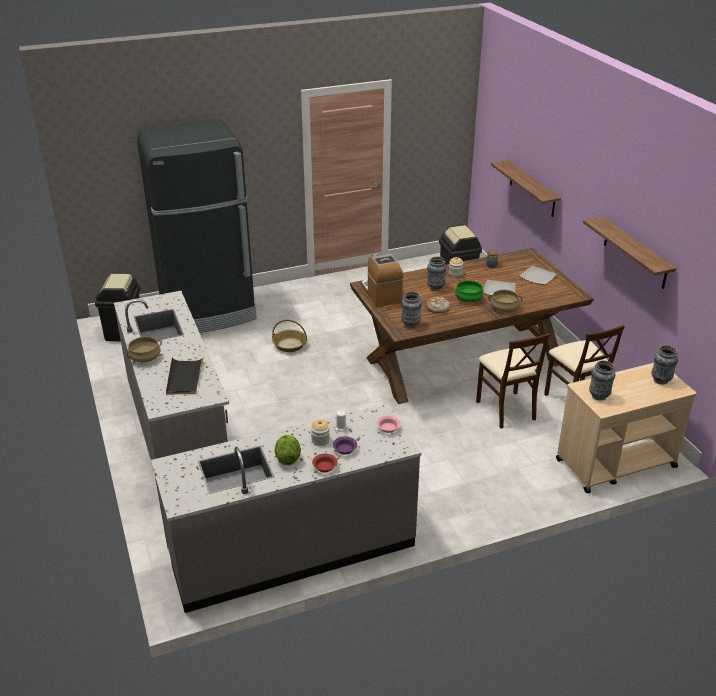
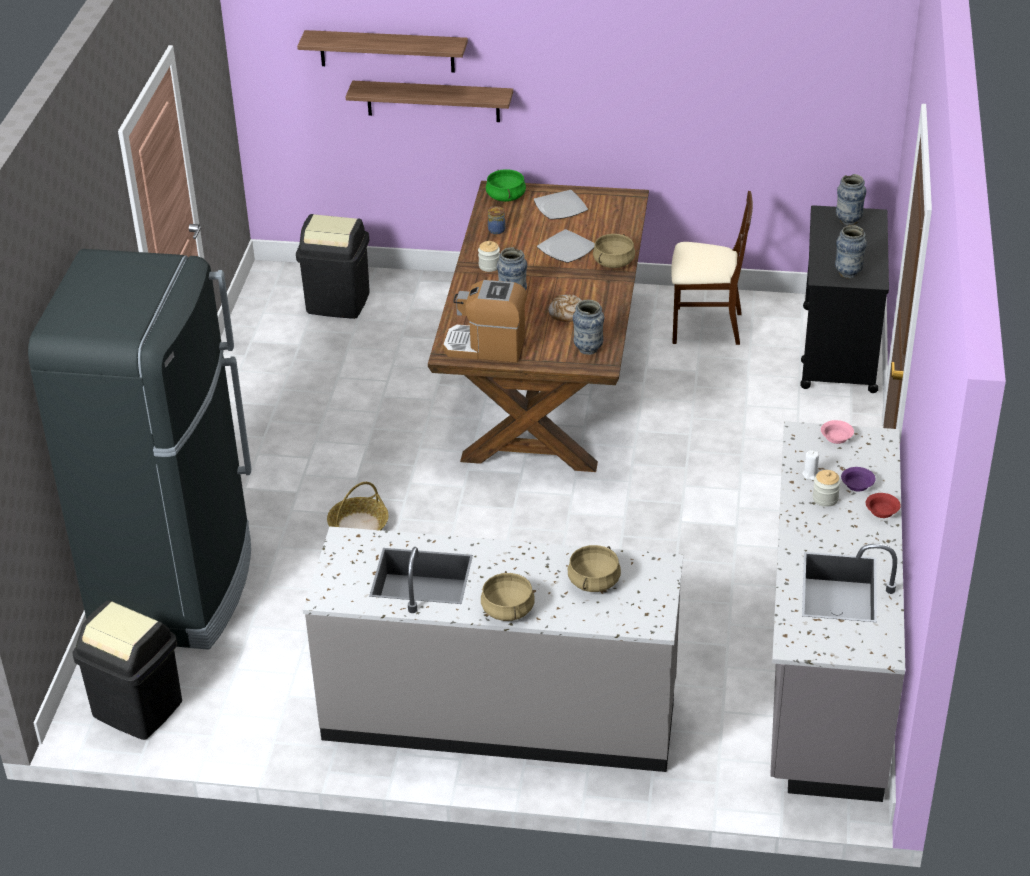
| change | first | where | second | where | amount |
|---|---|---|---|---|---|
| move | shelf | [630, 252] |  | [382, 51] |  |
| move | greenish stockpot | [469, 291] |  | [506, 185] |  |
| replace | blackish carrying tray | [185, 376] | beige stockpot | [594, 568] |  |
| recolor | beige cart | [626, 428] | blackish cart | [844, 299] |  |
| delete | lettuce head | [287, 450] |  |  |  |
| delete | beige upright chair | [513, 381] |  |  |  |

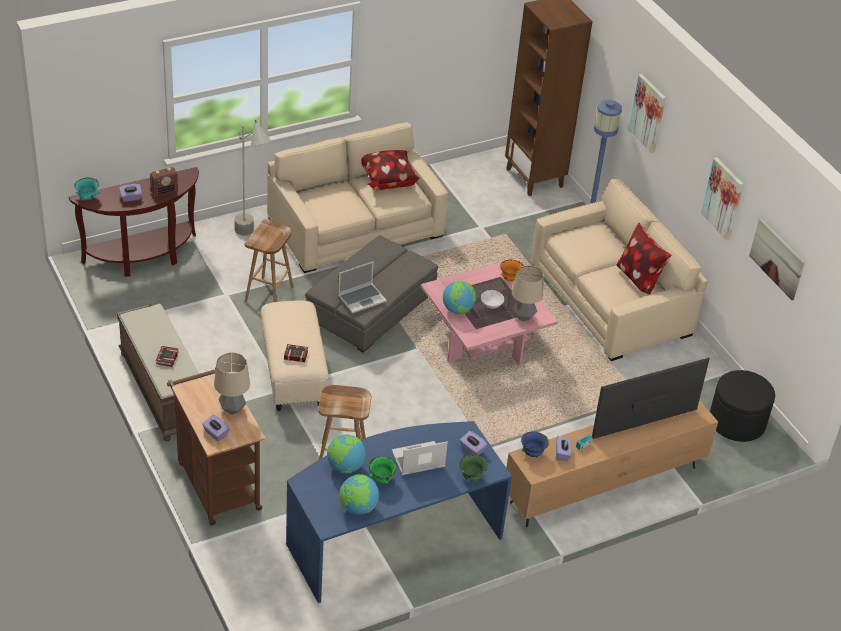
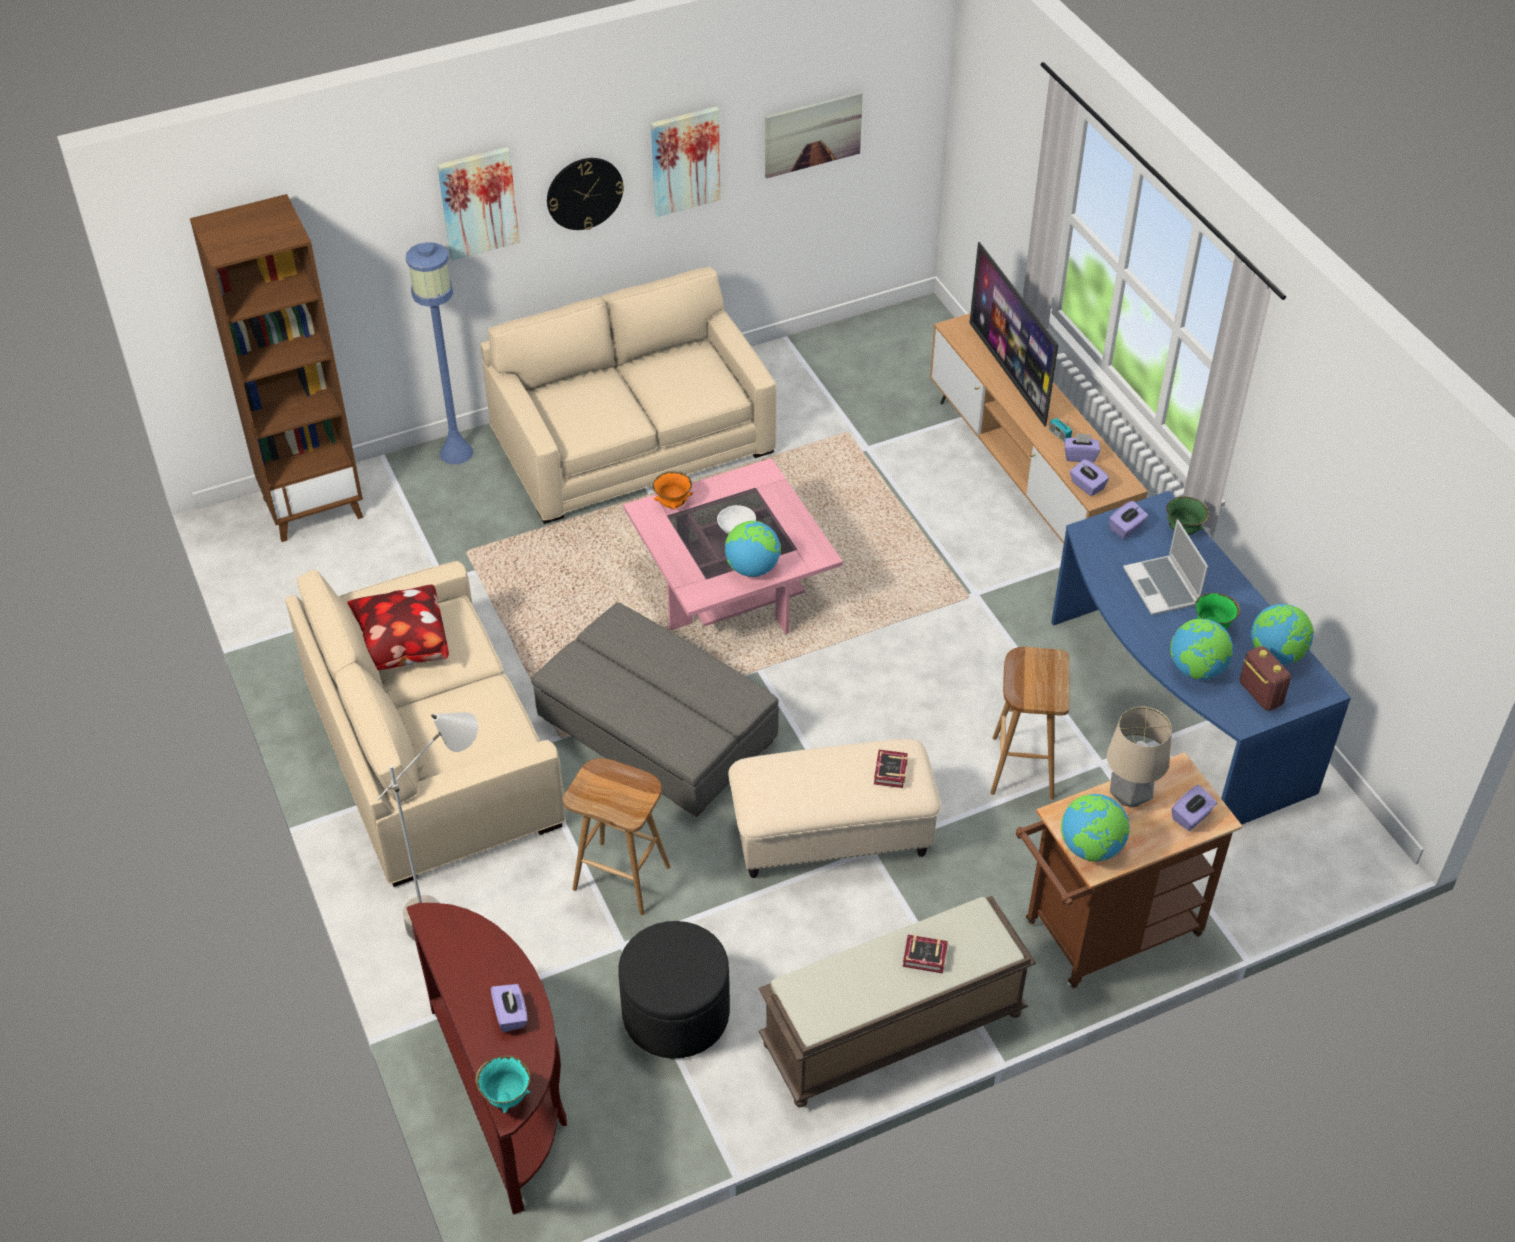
| change | first | where | second | where | amount |
|---|---|---|---|---|---|
| insert |  |  | clock on the wall | [585, 194] |  |
| move | blackish ottoman | [742, 406] |  | [674, 990] |  |
| insert |  |  | desk globe | [1095, 827] |  |
| replace | blue-coloured deep dish | [535, 444] | purplish tissue box | [1089, 477] |  |
| move | radio set | [164, 182] |  | [1265, 678] |  |
| delete | portable computer | [362, 287] |  |  |  |
| delete | tabletop lamp | [528, 293] |  |  |  |
| delete | pillow | [643, 258] |  |  |  |

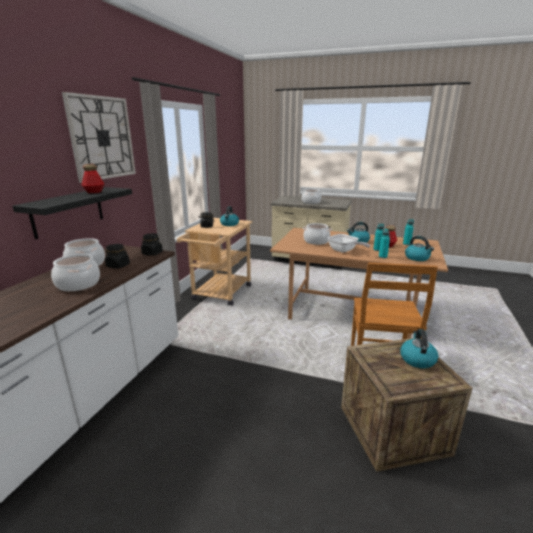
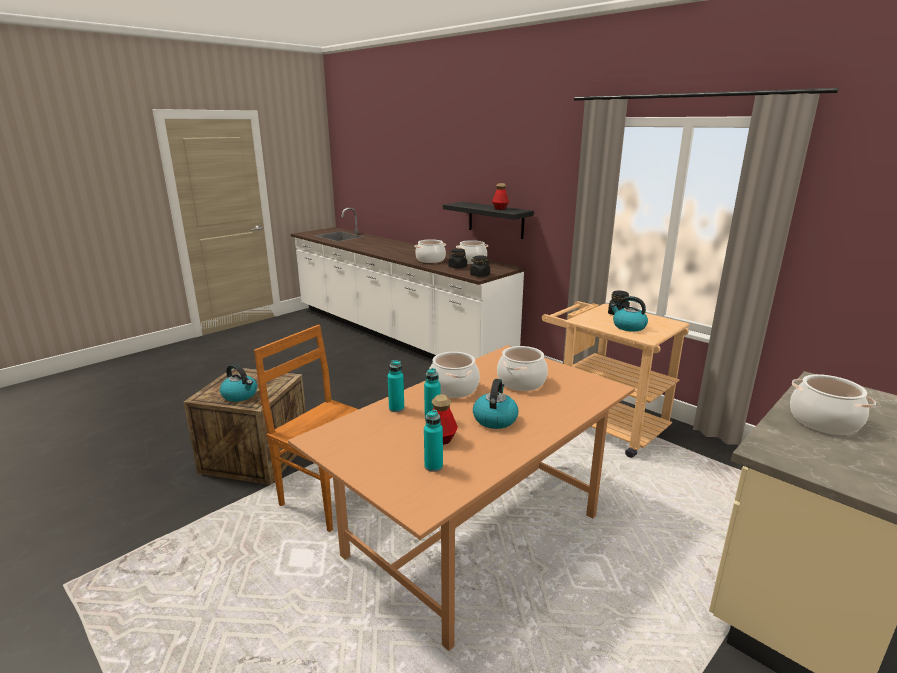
| change | first | where | second | where | amount |
|---|---|---|---|---|---|
| replace | pan | [349, 243] | stockpot | [454, 375] |  |
| delete | clock on the wall | [99, 137] |  |  |  |
| delete | water kettle | [419, 248] |  |  |  |

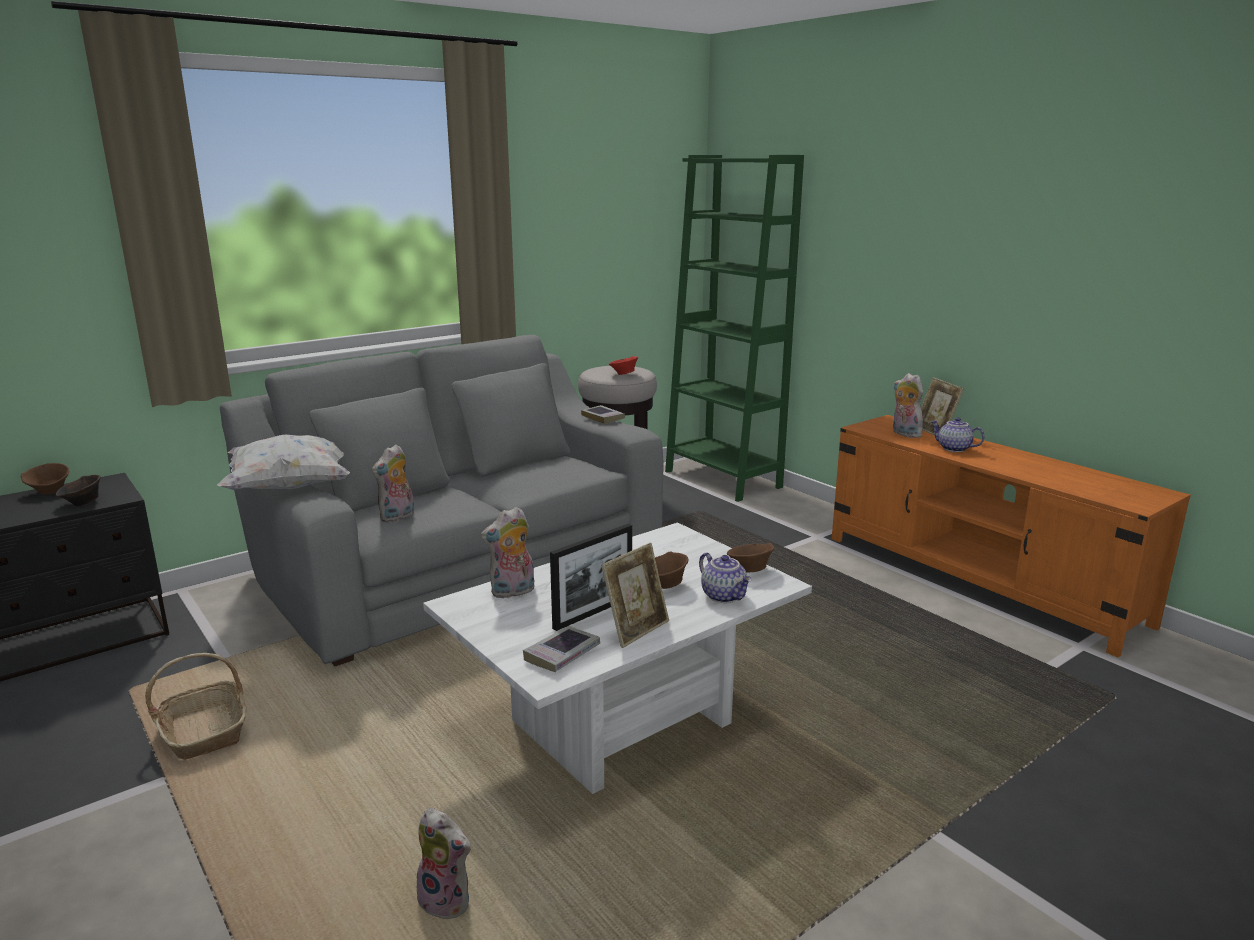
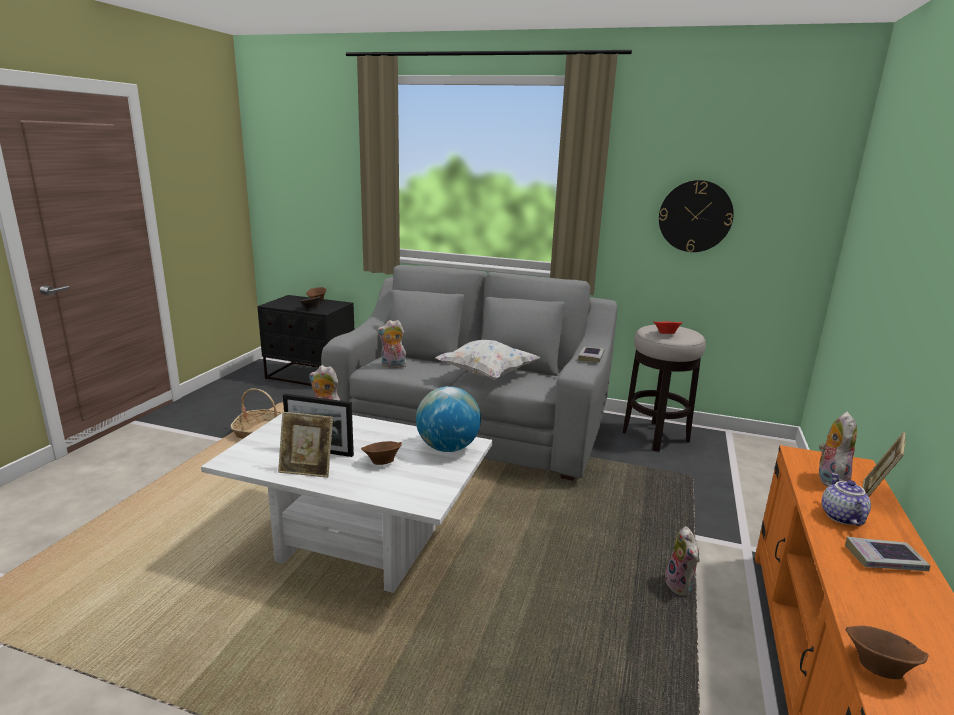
| change | first | where | second | where | amount |
|---|---|---|---|---|---|
| insert |  |  | desk globe | [448, 419] |  |
| move | white pillow | [283, 462] |  | [487, 360] |  |
| insert |  |  | clock on the wall | [696, 216] |  |
| move | plush toy | [444, 863] |  | [682, 561] |  |
| move | volume | [561, 649] |  | [887, 554] |  |
| move | brown deep dish | [751, 558] |  | [887, 652] |  |
| delete | greenish shelving unit | [734, 328] |  |  |  |
| delete | teapot | [725, 578] |  |  |  |

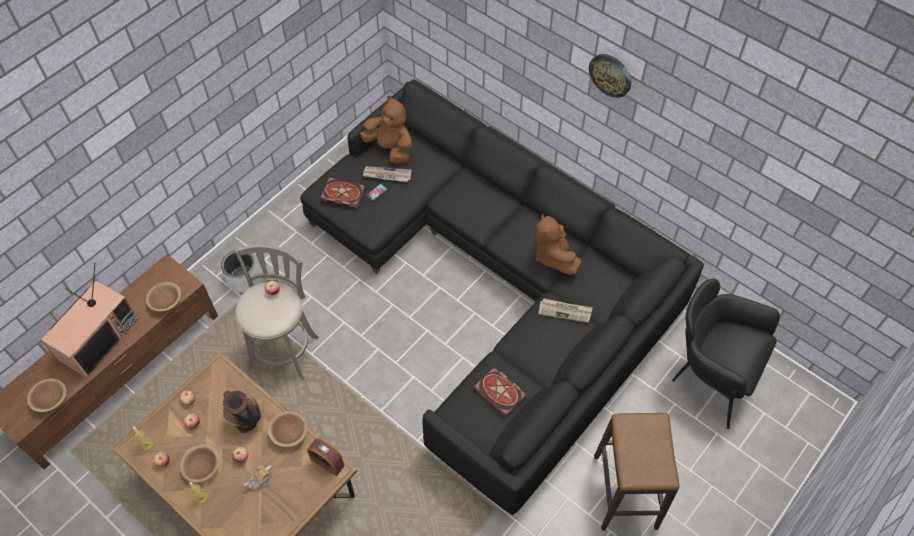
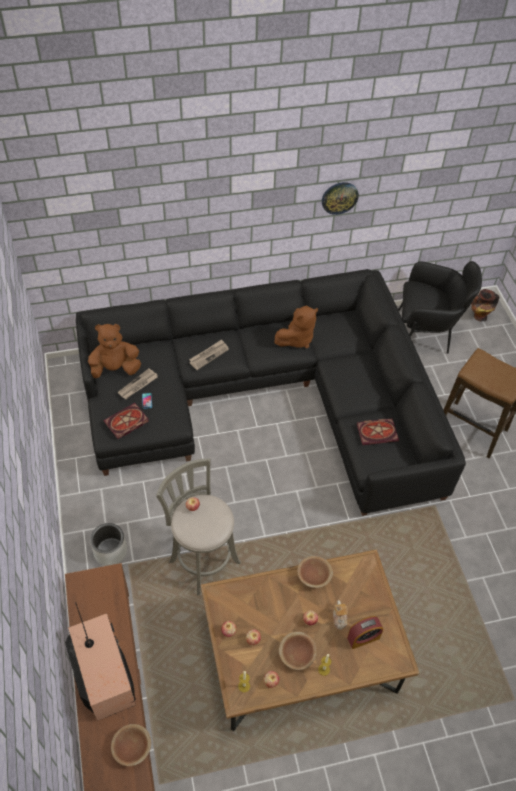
| change | first | where | second | where | amount |
|---|---|---|---|---|---|
| move | newspaper | [565, 310] |  | [209, 354] |  |
| rotate | brown plush toy | [558, 244] |  | [296, 327] | 60 degrees counterclockwise |
| move | clock on the wall | [610, 76] |  | [340, 198] |  |
| move | table clock | [325, 457] |  | [365, 632] |  |
| rotate | blackish armchair | [726, 354] |  | [440, 307] | 150 degrees counterclockwise |
| move | decorative vase | [241, 411] |  | [485, 305] |  |
| delete | brown deep dish | [163, 296] |  |  |  |

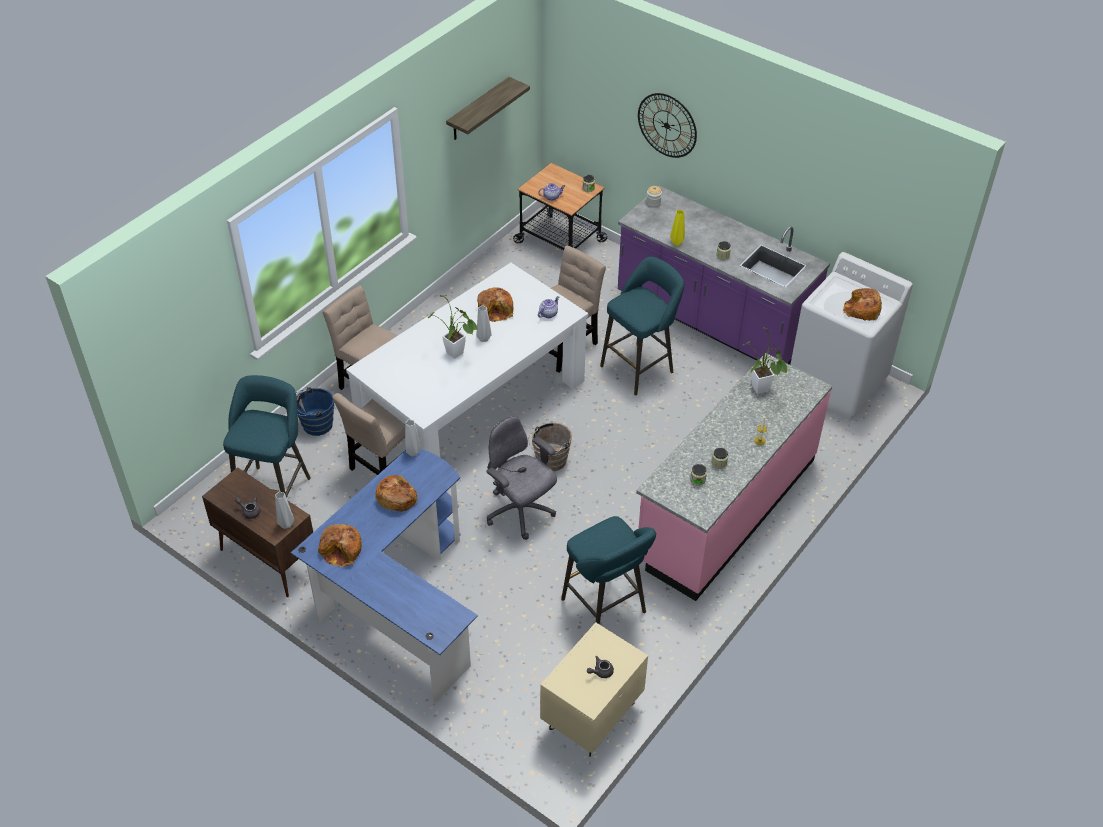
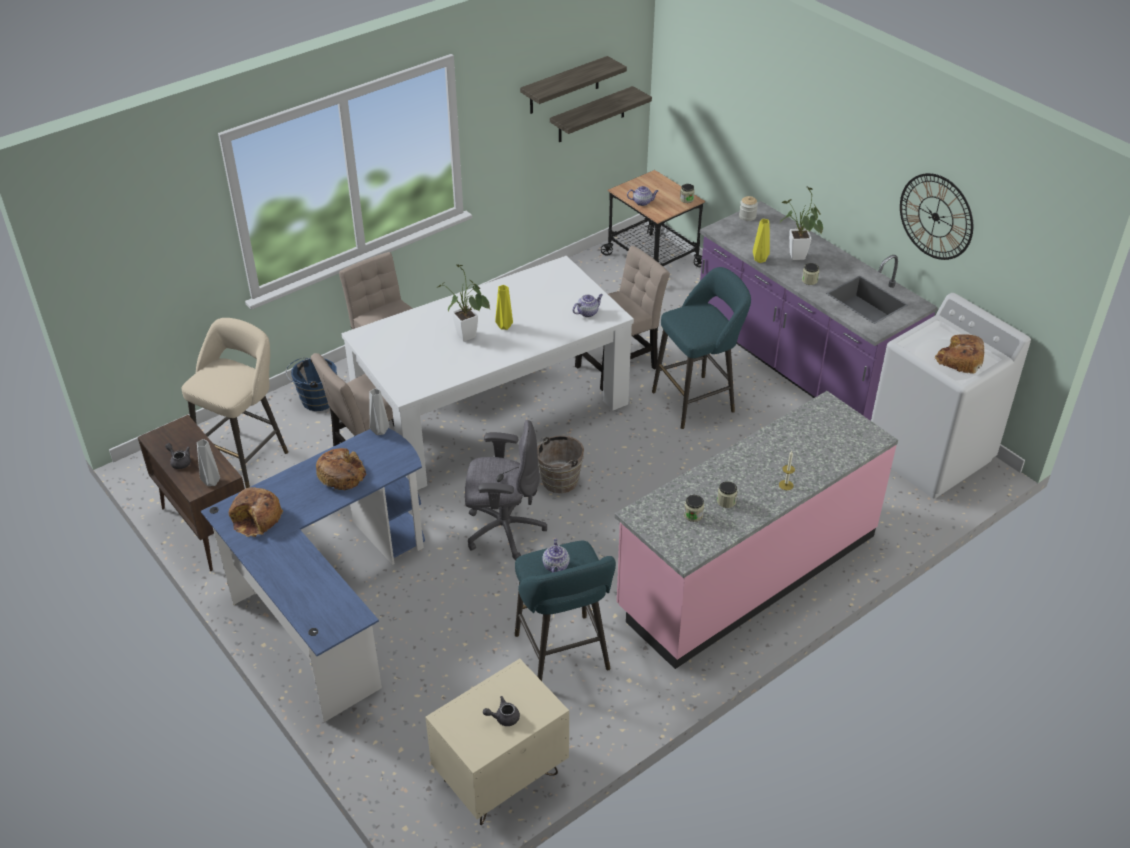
| change | first | where | second | where | amount |
|---|---|---|---|---|---|
| recolor | blue-green stool | [267, 436] | beige stool | [235, 403] |  |
| rotate | greyish desk chair | [521, 478] |  | [506, 490] | 120 degrees clockwise |
| recolor | greyish decorative vase | [484, 323] | yellow decorative vase | [504, 307] |  |
| insert |  |  | teapot | [556, 556] |  |
| insert |  |  | shelf | [601, 114] |  |
| move | houseplant | [765, 360] |  | [801, 223] |  |
| move | clock on the wall | [667, 125] |  | [936, 216] |  |
| delete | baked bread | [496, 304] |  |  |  |

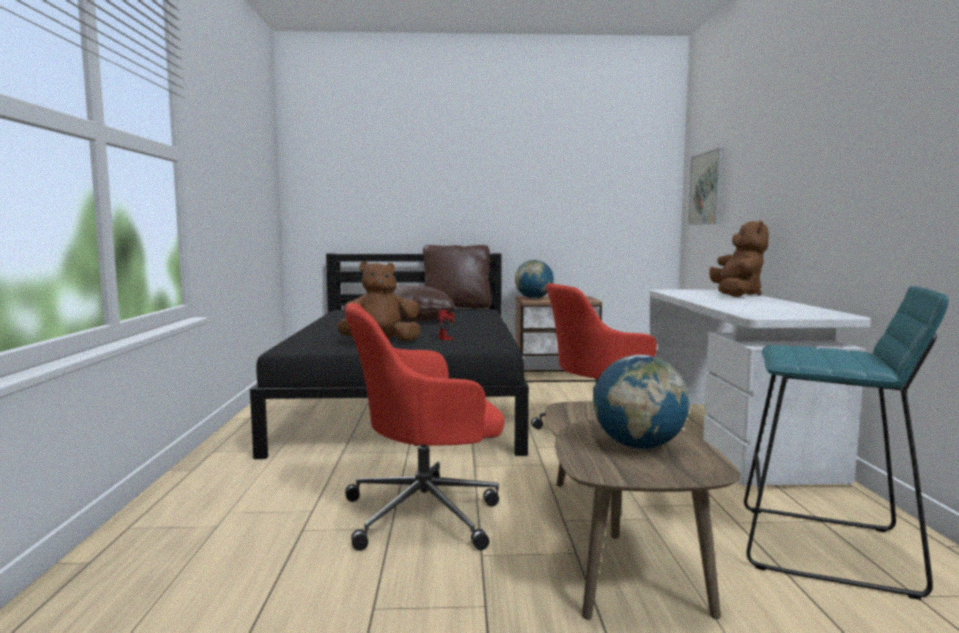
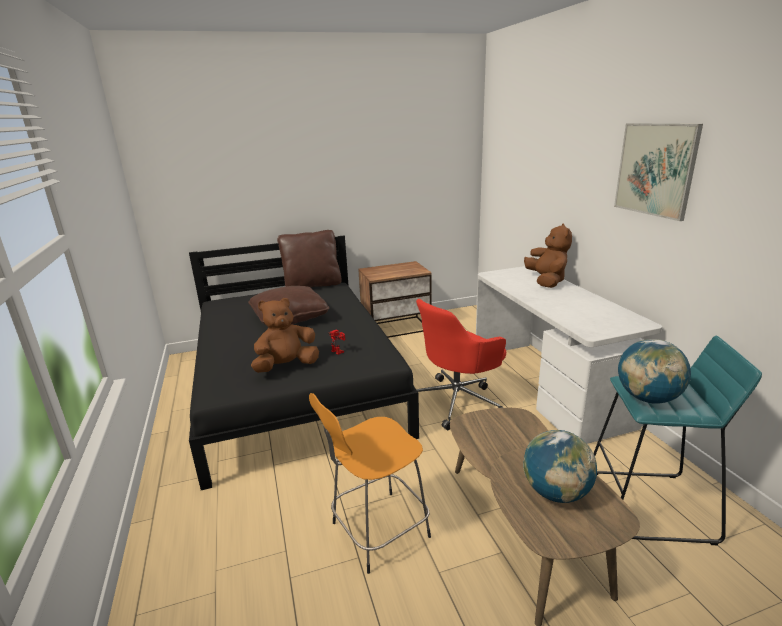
| change | first | where | second | where | amount |
|---|---|---|---|---|---|
| replace | reddish desk chair | [424, 427] | orange-coloured stool | [370, 483] |  |
| move | picture | [706, 186] |  | [658, 172] |  |
| move | desk globe | [534, 279] |  | [654, 371] |  |

